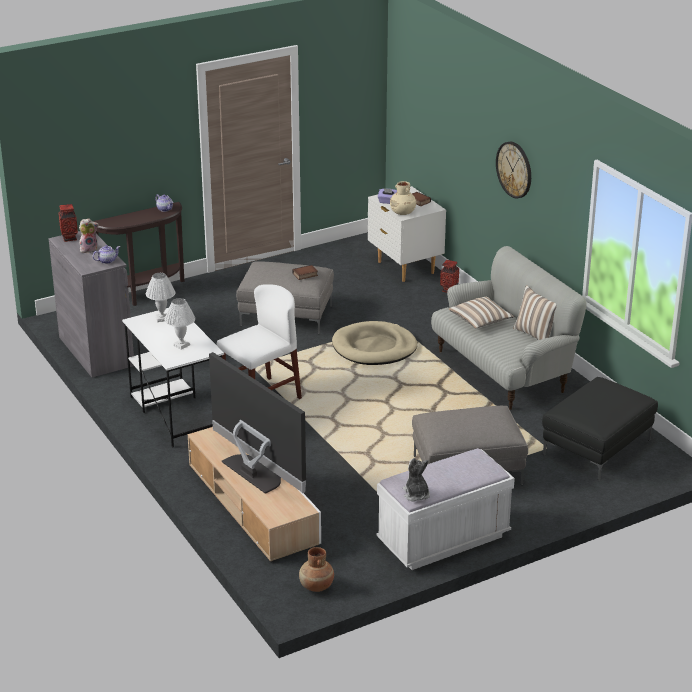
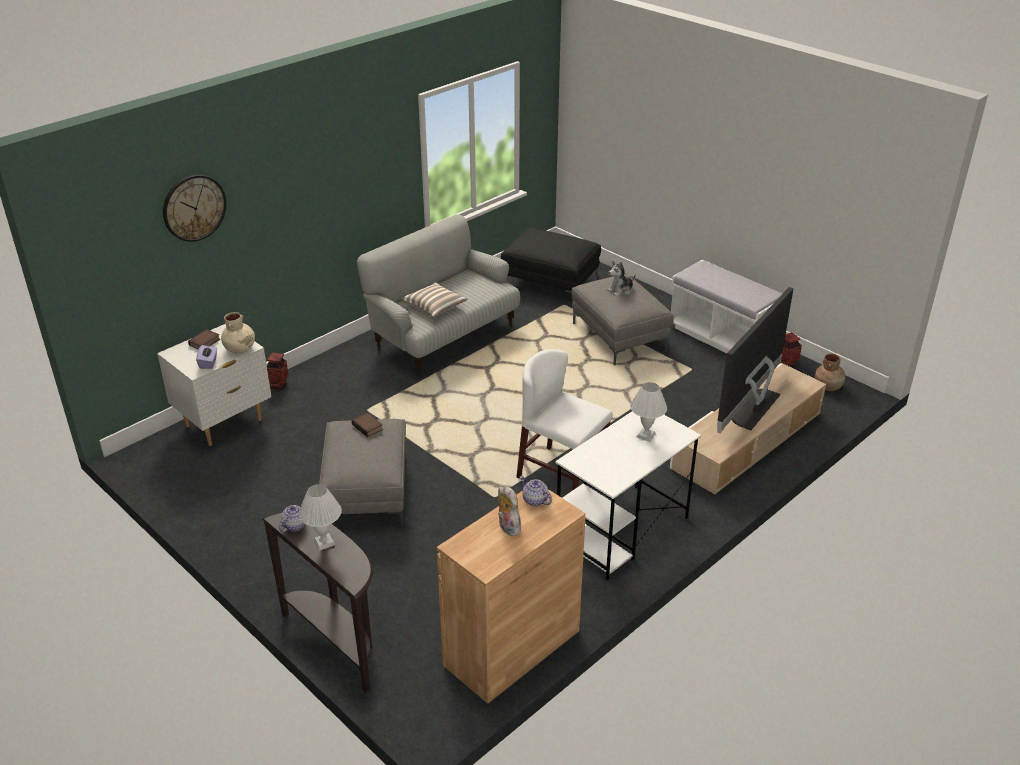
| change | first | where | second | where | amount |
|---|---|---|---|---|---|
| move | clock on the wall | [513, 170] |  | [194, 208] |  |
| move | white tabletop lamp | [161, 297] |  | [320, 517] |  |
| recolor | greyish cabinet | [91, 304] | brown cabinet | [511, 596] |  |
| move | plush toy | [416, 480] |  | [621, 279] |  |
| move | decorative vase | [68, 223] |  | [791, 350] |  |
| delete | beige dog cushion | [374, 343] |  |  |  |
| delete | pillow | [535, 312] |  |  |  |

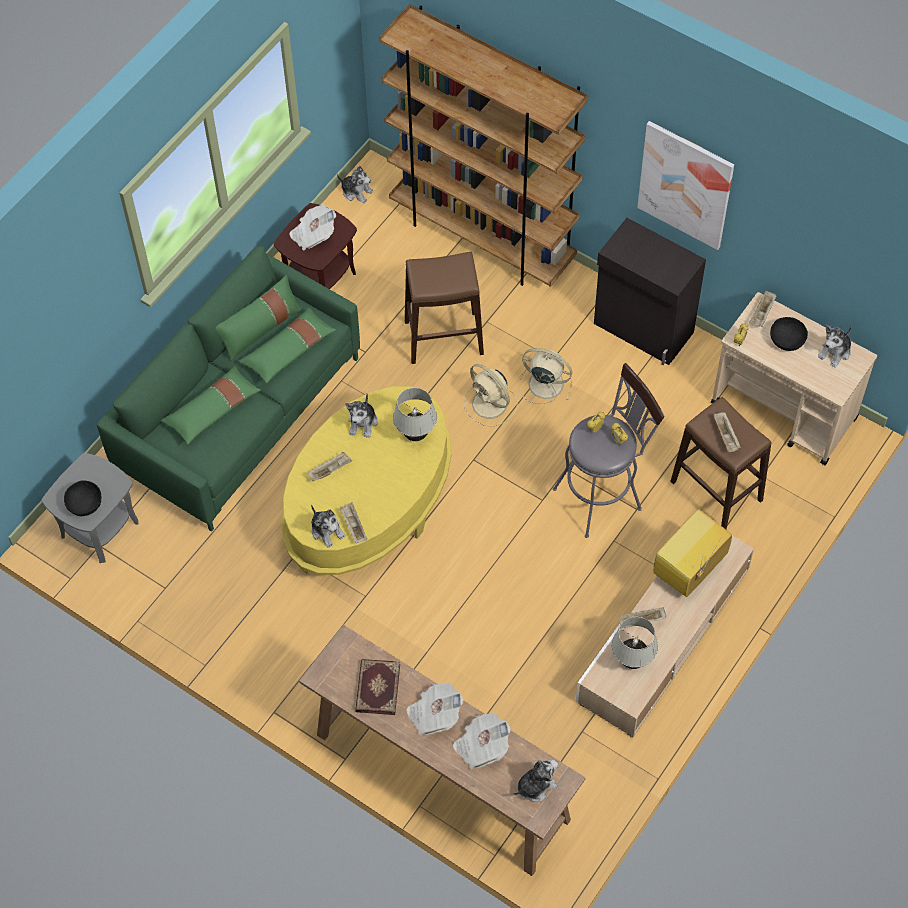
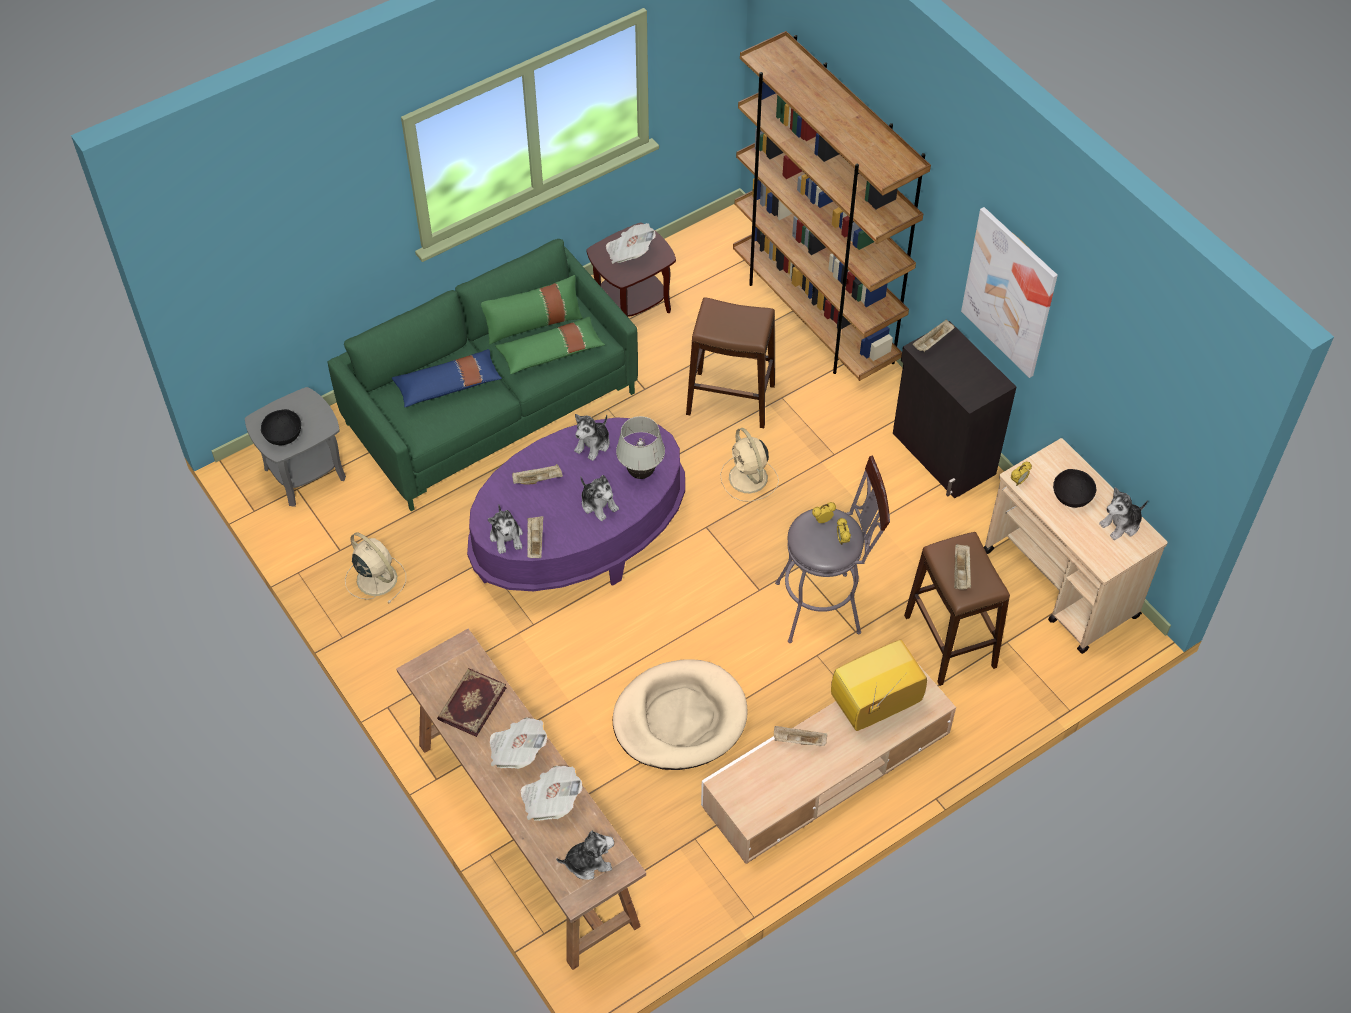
| change | first | where | second | where | amount |
|---|---|---|---|---|---|
| move | beige fan | [545, 376] |  | [375, 568] |  |
| recolor | greenish pillow | [211, 405] | blue-coloured pillow | [447, 378] |  |
| recolor | yellow lounge table | [367, 480] | purplish lounge table | [576, 504] |  |
| move | plush toy | [355, 184] |  | [600, 498] |  |
| insert |  |  | beige dog cushion | [680, 714] |  |
| move | beige carrying tray | [763, 308] |  | [933, 336] |  |
| delete | white tabletop lamp | [634, 643] |  |  |  |

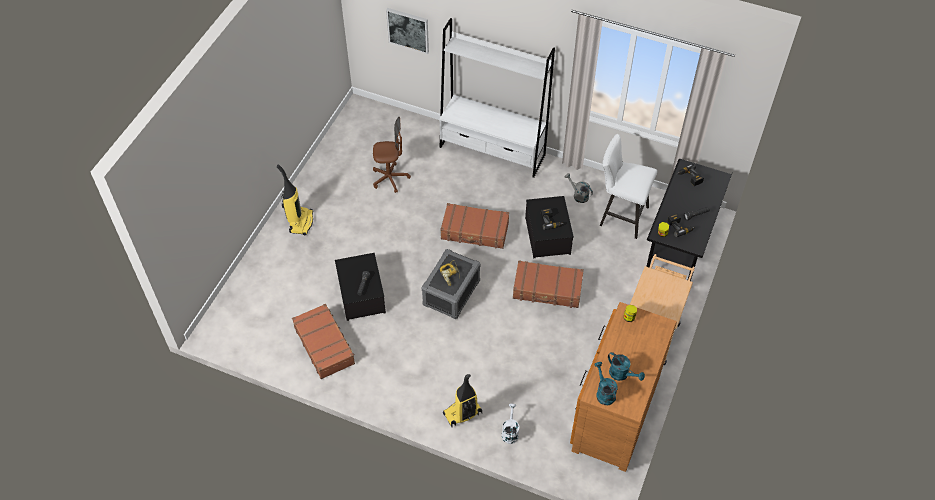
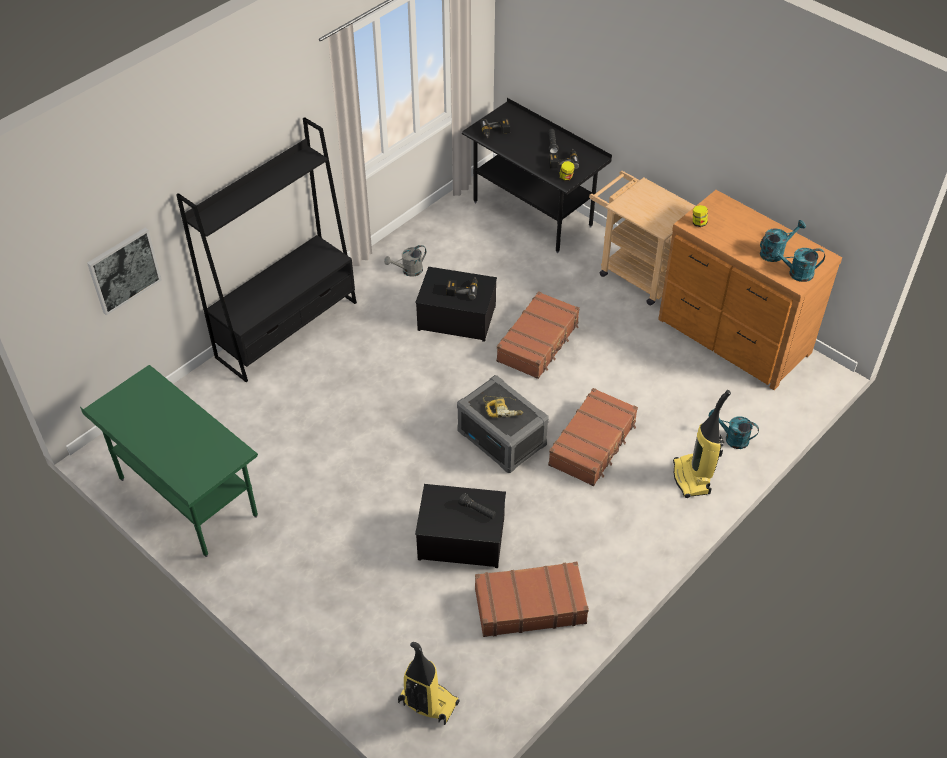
| change | first | where | second | where | amount |
|---|---|---|---|---|---|
| insert |  |  | greenish desk table | [169, 461] |  |
| recolor | white shelving unit | [497, 98] | blackish shelving unit | [266, 249] |  |
| move | vacuum | [295, 200] |  | [429, 683] |  |
| move | brown travel case | [474, 226] |  | [593, 437] |  |
| recolor | white sprinkling can | [511, 424] | blue-green sprinkling can | [734, 429] |  |
| delete | brown desk chair | [392, 155] |  |  |  |
| delete | white stool | [628, 186] |  |  |  |

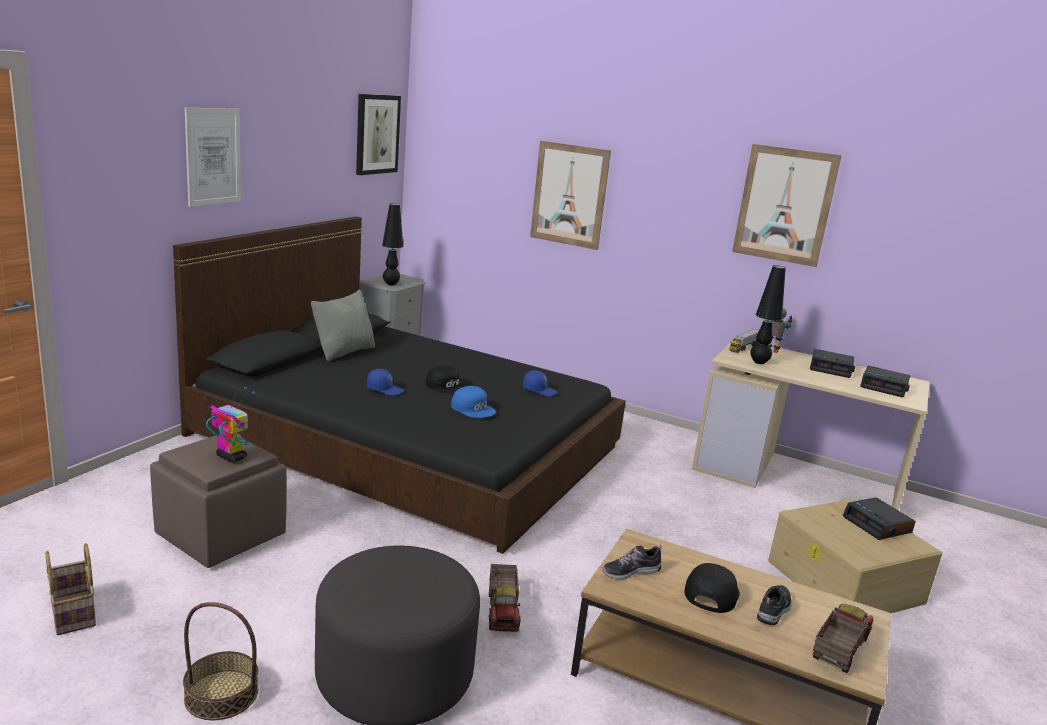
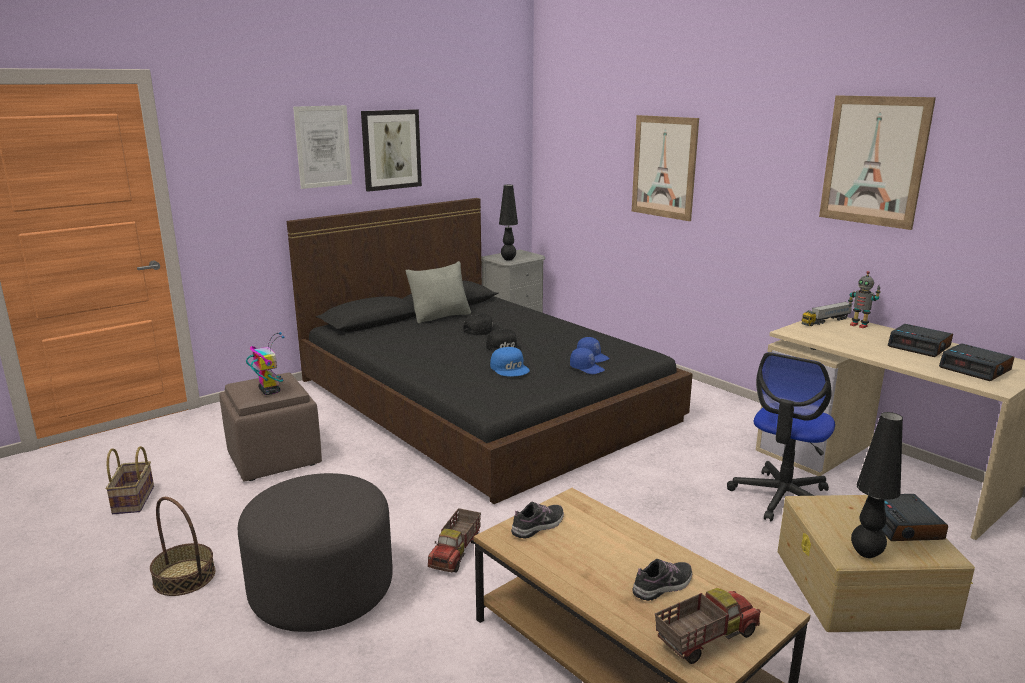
| change | first | where | second | where | amount |
|---|---|---|---|---|---|
| move | picture | [378, 134] |  | [391, 150] |  |
| move | blackish baseball cap | [712, 588] |  | [482, 324] |  |
| rotate | low shoe | [632, 562] |  | [537, 520] | 135 degrees clockwise |
| move | blue-coloured baseball cap | [385, 382] |  | [587, 361] |  |
| insert |  |  | desk chair | [781, 437] |  |
| move | blackish tabletop lamp | [768, 314] |  | [877, 485] |  |

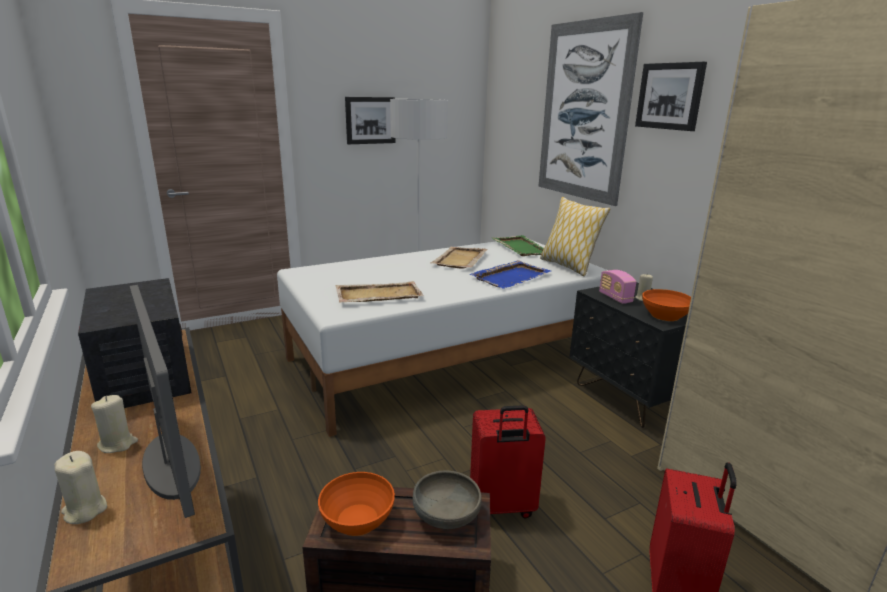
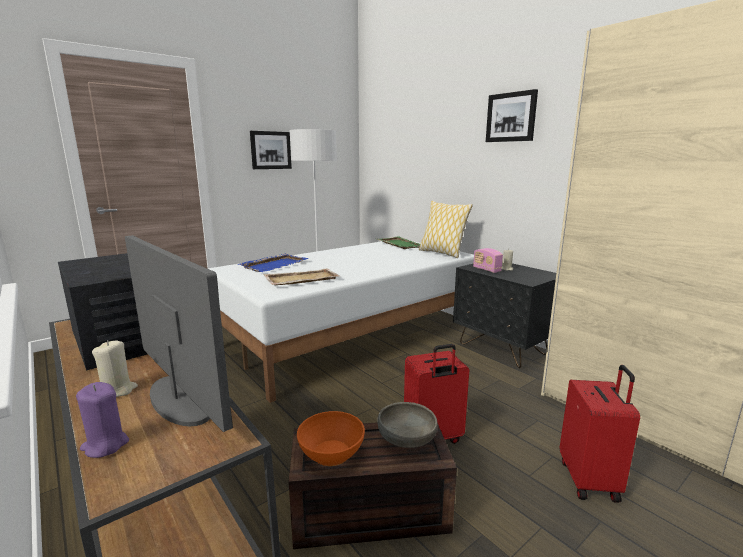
| change | first | where | second | where | amount |
|---|---|---|---|---|---|
| recolor | beige wax candle | [80, 487] | purplish wax candle | [102, 420] |  |
| move | blue-coloured carrying tray | [510, 274] |  | [273, 262] |  |
| delete | beige carrying tray | [459, 258] |  |  |  |
| delete | picture | [590, 109] |  |  |  |
| delete | orange-coloured deep dish | [666, 305] |  |  |  |

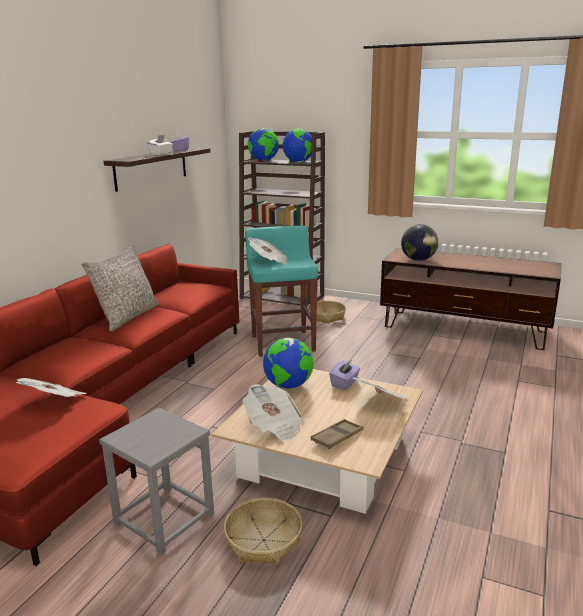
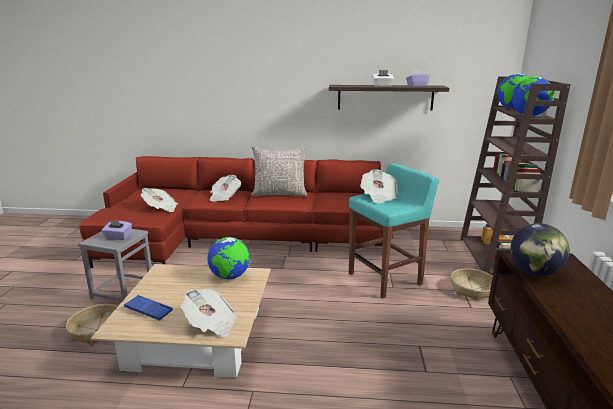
| change | first | where | second | where | amount |
|---|---|---|---|---|---|
| move | purplish tissue box | [344, 374] |  | [117, 230] |  |
| recolor | brown carrying tray | [337, 434] | blue-coloured carrying tray | [148, 308] |  |
| move | newspaper | [273, 413] |  | [225, 188] |  |

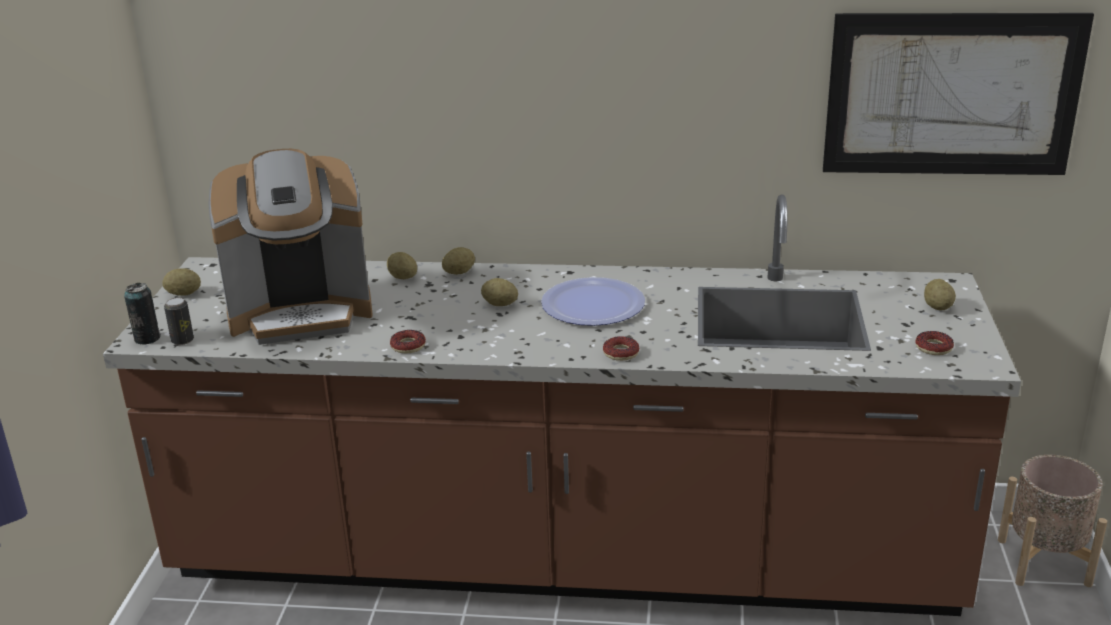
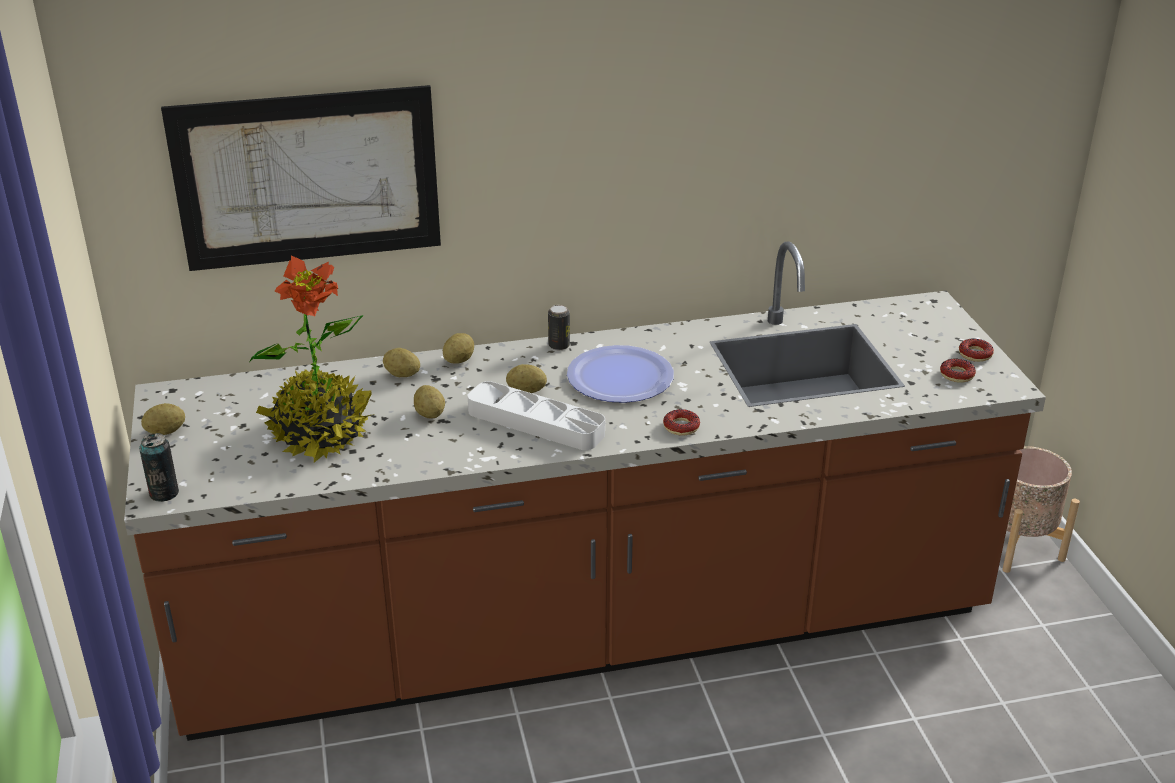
| change | first | where | second | where | amount |
|---|---|---|---|---|---|
| move | picture | [958, 94] |  | [301, 178] |  |
| replace | coffee machine | [291, 247] | houseplant | [311, 359] |  |
| move | whole potato | [940, 294] |  | [429, 402] |  |
| insert |  |  | greyish carrying tray | [536, 415] |  |
| move | sealed can | [179, 321] |  | [559, 327] |  |
| move | doughnut | [408, 342] |  | [976, 350] |  |

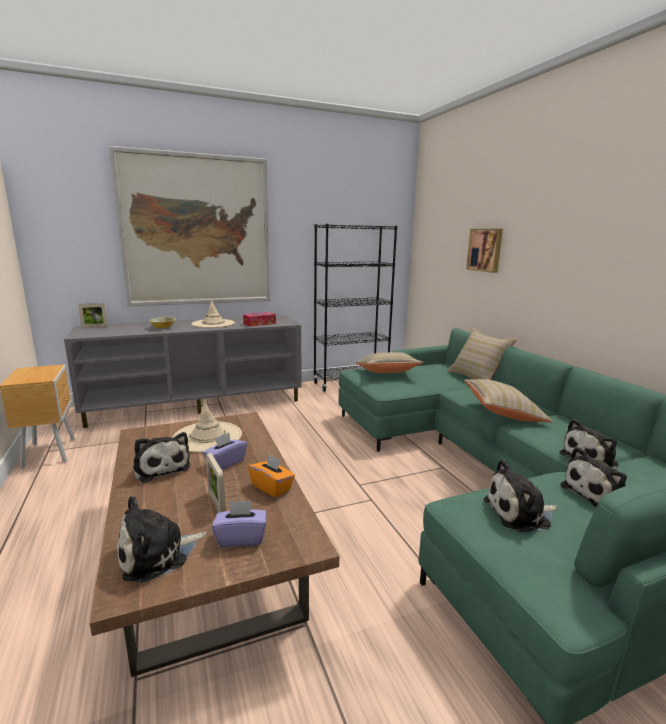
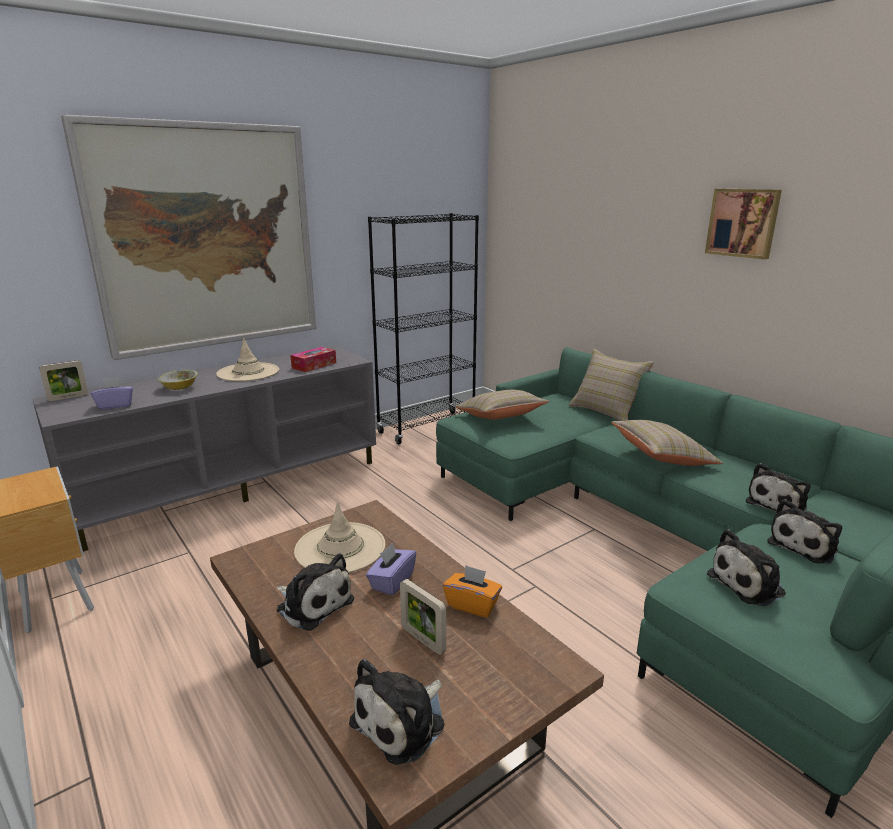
| change | first | where | second | where | amount |
|---|---|---|---|---|---|
| move | purplish tissue box | [239, 524] |  | [112, 393] |  |
| move | picture | [484, 251] |  | [743, 224] |  |

